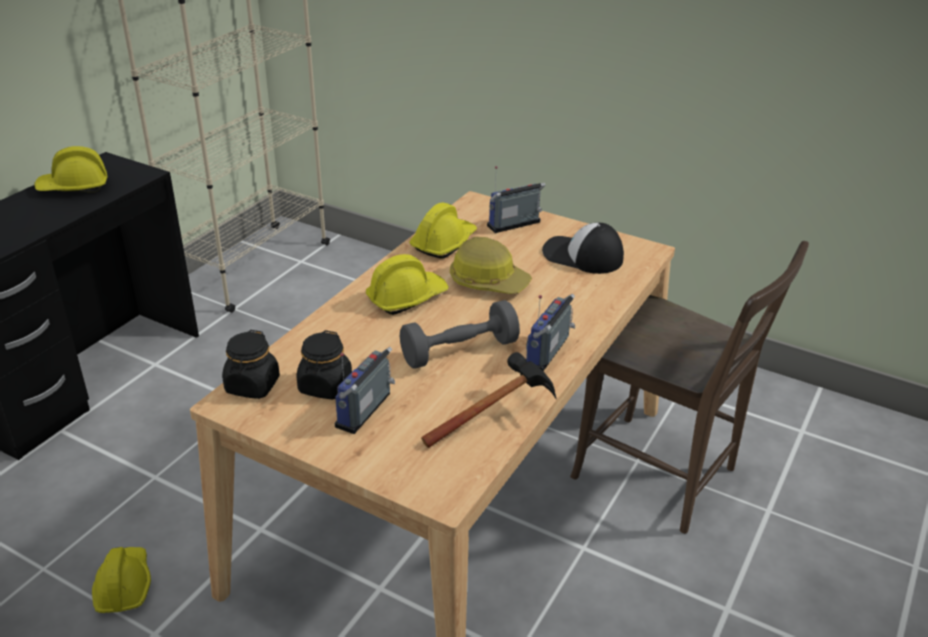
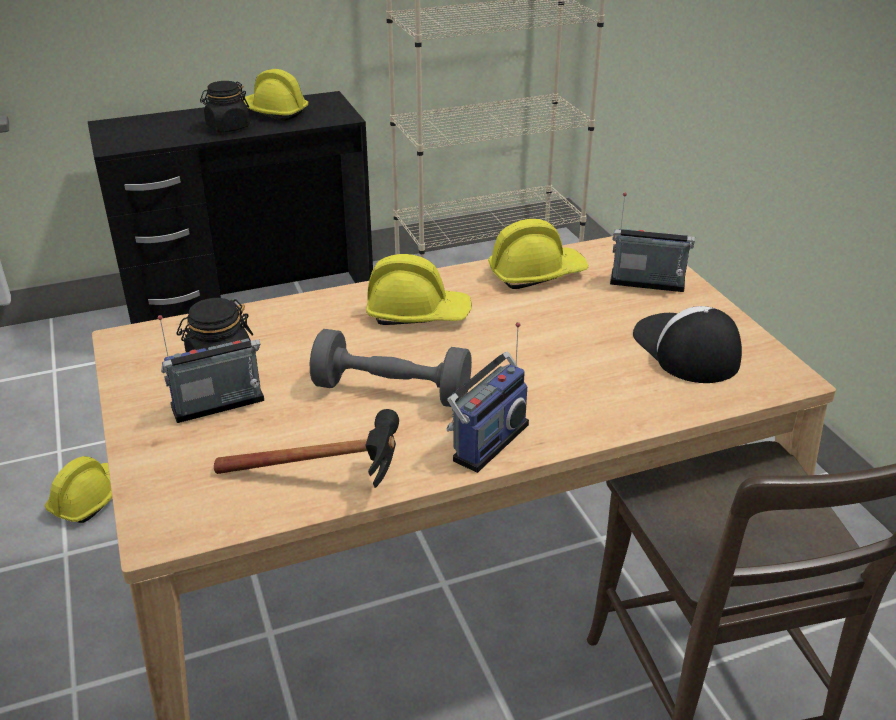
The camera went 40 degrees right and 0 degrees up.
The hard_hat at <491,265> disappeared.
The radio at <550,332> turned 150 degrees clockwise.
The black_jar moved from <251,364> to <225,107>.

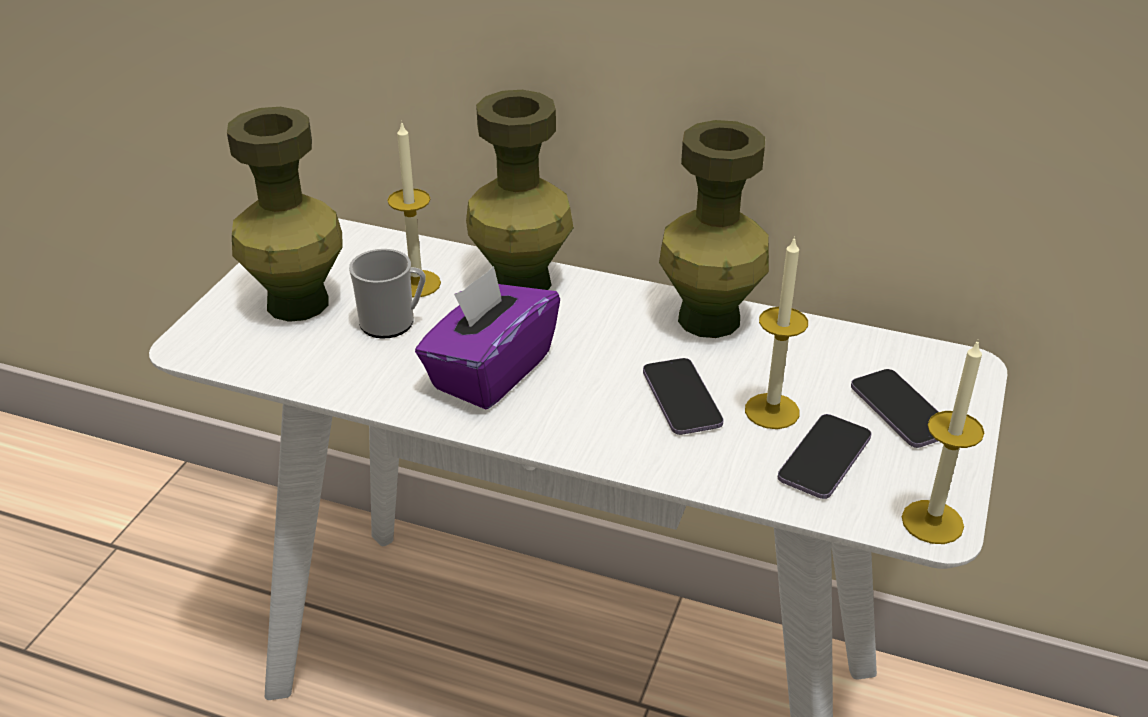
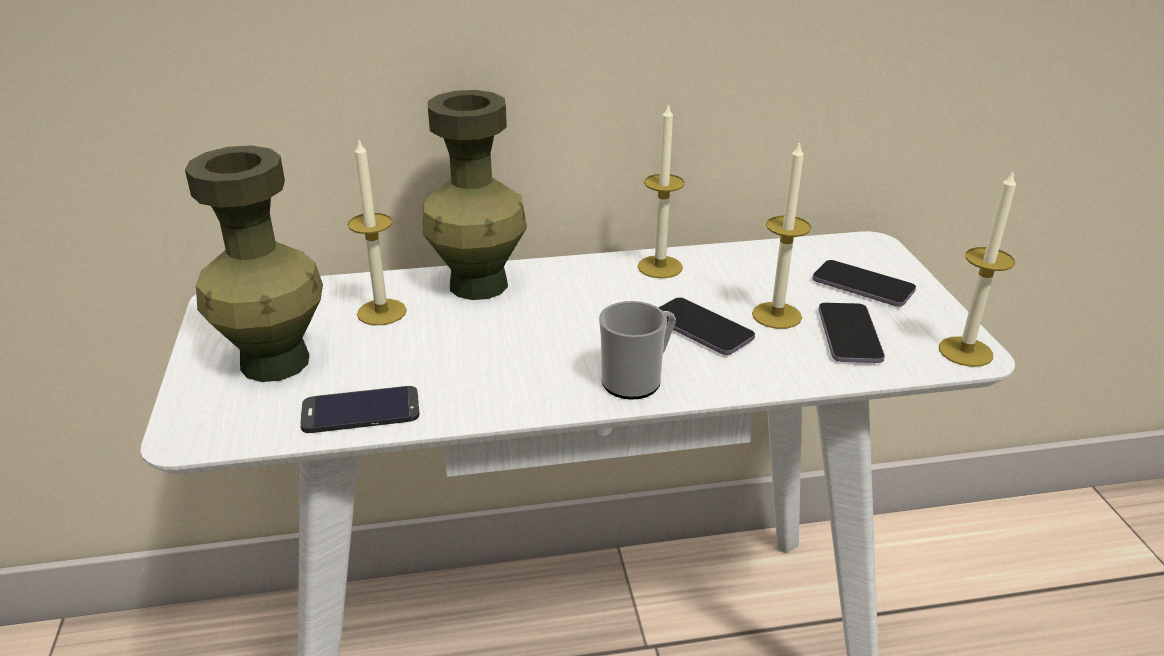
The camera went 30 degrees left and 5 degrees down.
The green_vase at <714,229> was replaced by the candle at <661,190>.
The mug moved from <387,294> to <637,350>.
The purple_tissue_box at <487,337> disappeared.
The phone at <359,409> appeared.

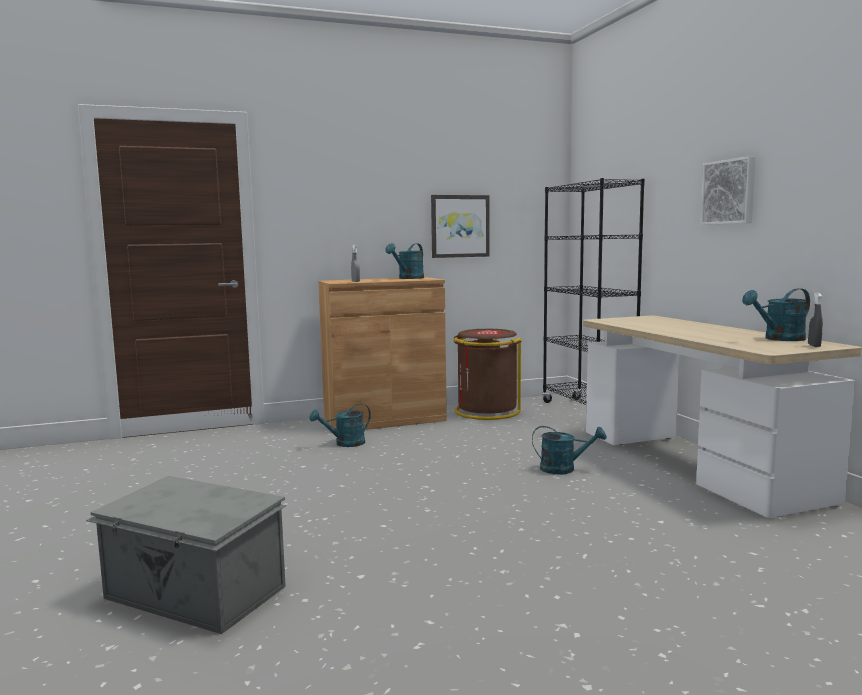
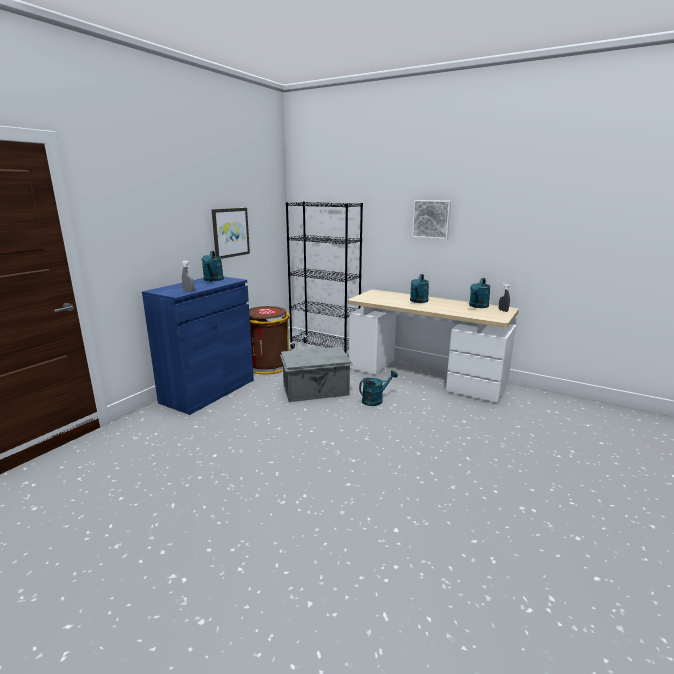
The camera went 40 degrees left and 10 degrees up.
The brown_cabinet at <382,353> became the blue_cabinet at <198,346>.
The turquoise_watering_can moved from <340,425> to <419,288>.
The grey_storage_box moved from <186,555> to <316,374>.

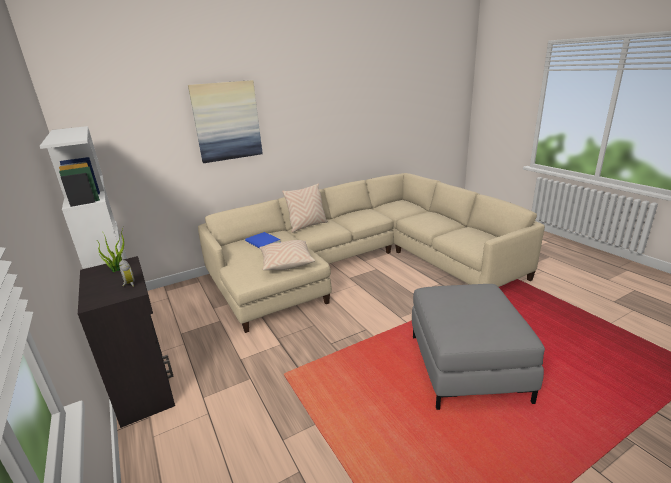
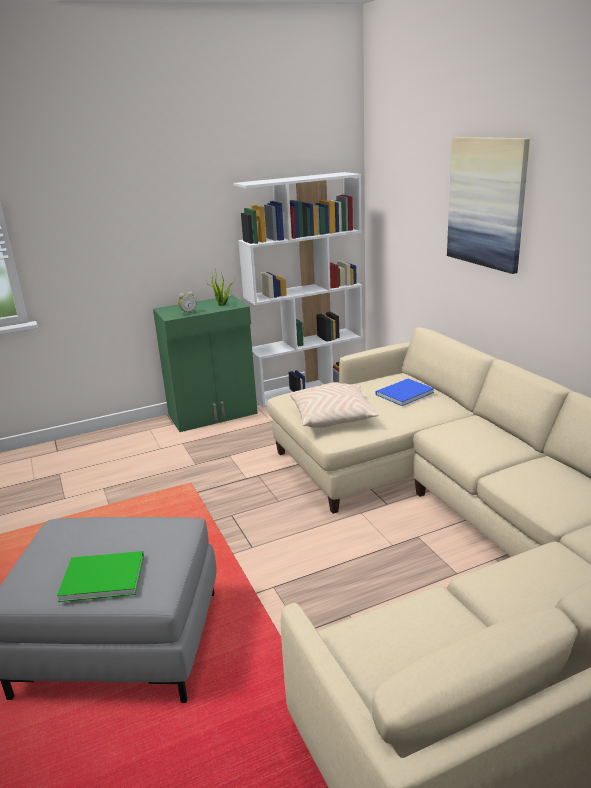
The camera went 95 degrees right and 0 degrees up.
The beige_pillow at <305,208> disappeared.
The black_cabinet at <126,342> became the green_cabinet at <205,364>.
The green_book at <100,576> appeared.

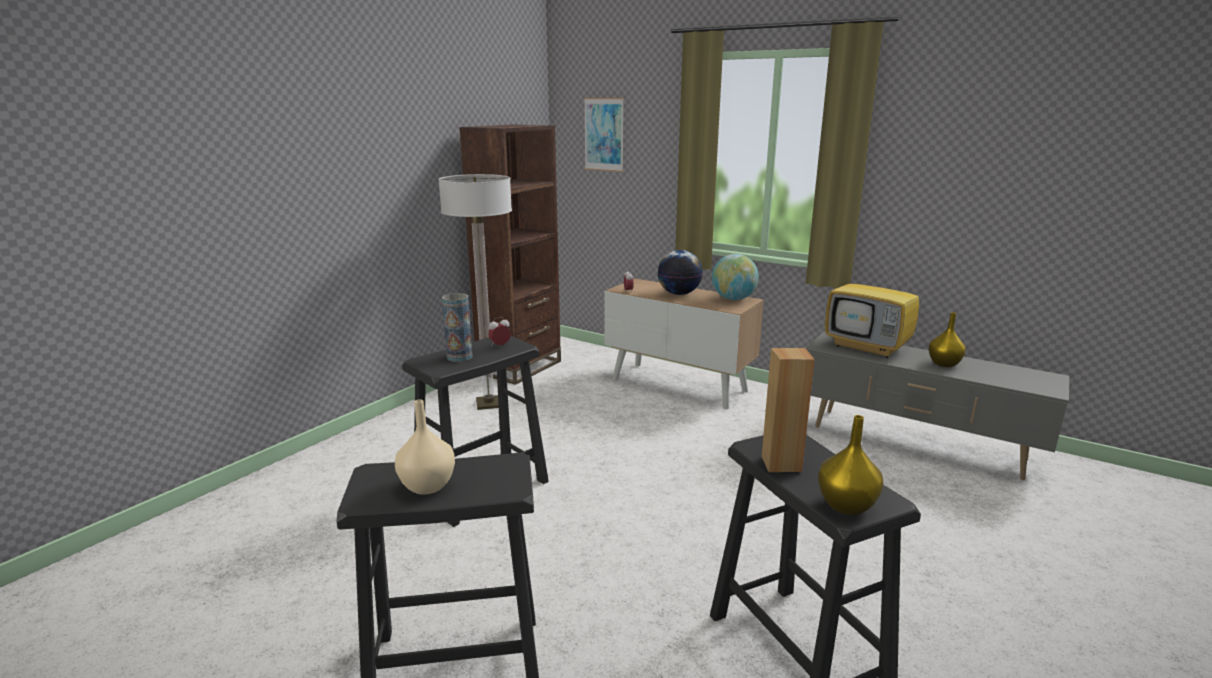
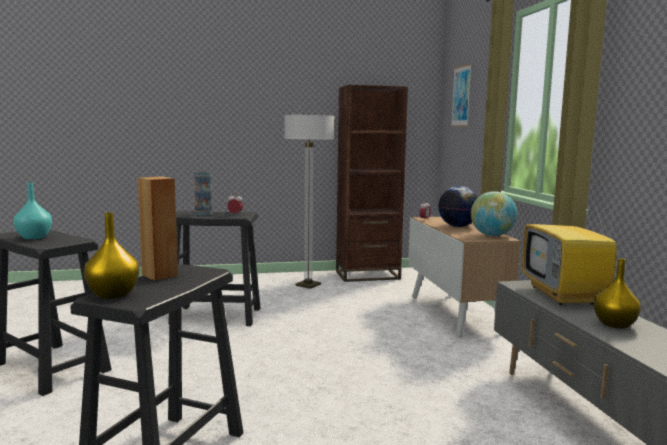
The camera went 45 degrees right and 10 degrees down.
The beige_vase at <425,447> became the turquoise_vase at <32,211>.

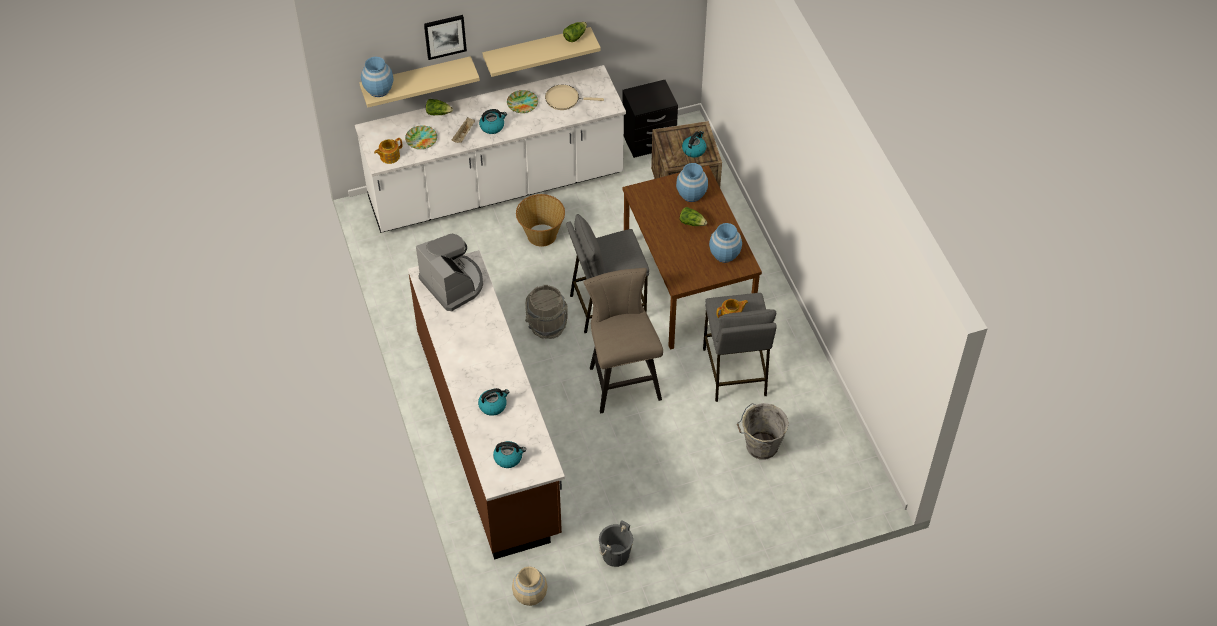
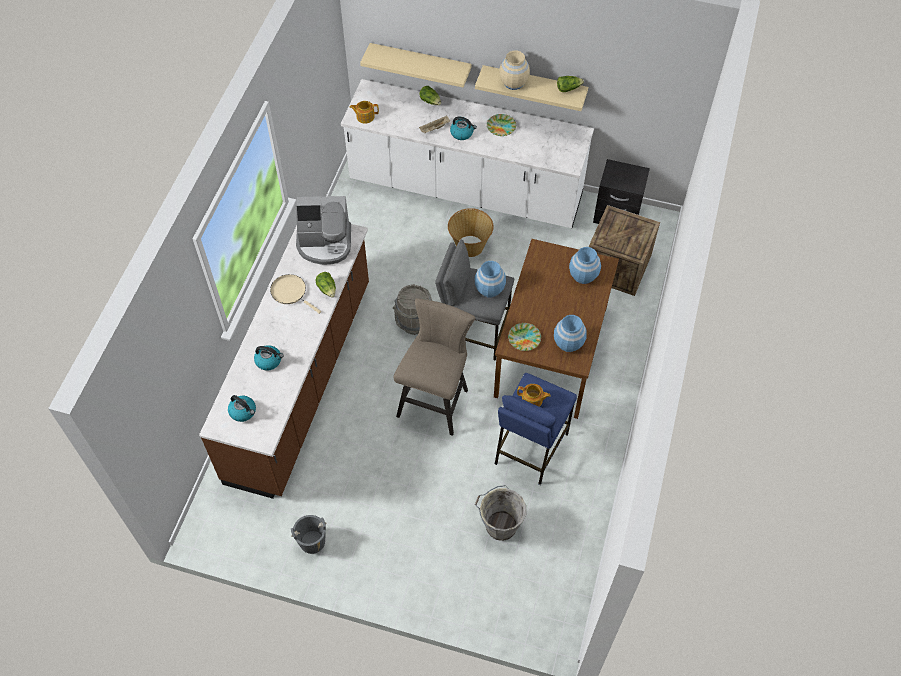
The camera went 35 degrees right and 5 degrees up.
The picture at <445,37> disappeared.
The blue_vase moved from <377,77> to <490,279>.
The beige_frying_pan moved from <574,97> to <295,294>.
The plate moved from <421,137> to <524,337>.
The kettle at <694,144> disappeared.
The lettuce moved from <693,216> to <326,285>.
The coffee_machine at <449,272> turned 90 degrees clockwise.
The grey_stool at <740,347> became the blue_stool at <536,429>.
The beige_vase moved from <530,586> to <514,70>.

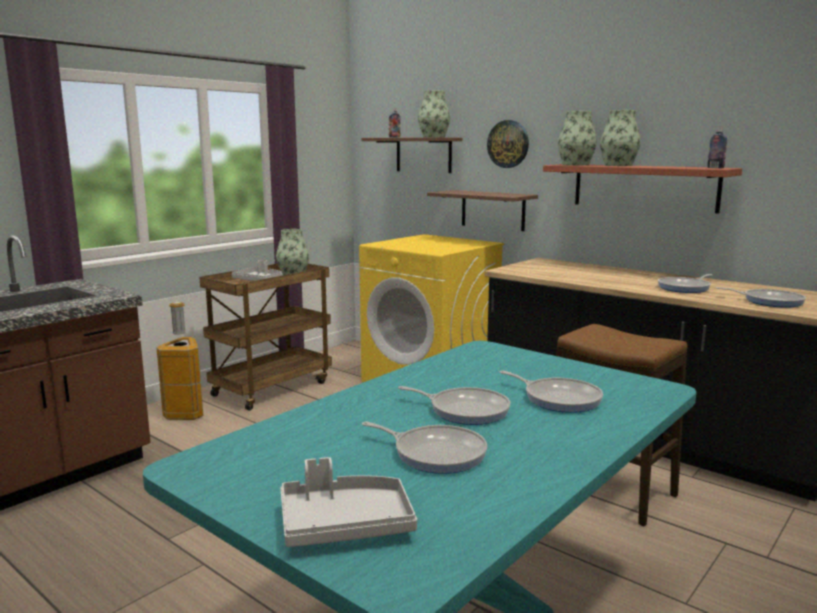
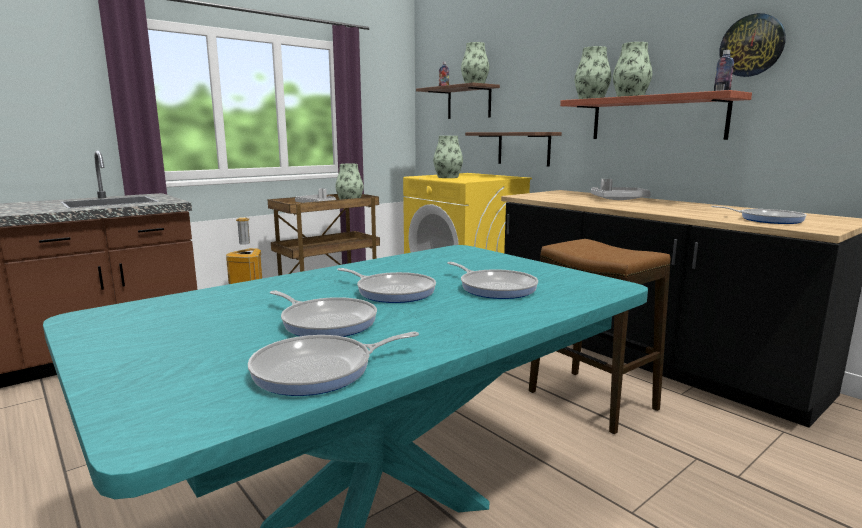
The camera went 10 degrees right and 0 degrees up.
The wall_clock moved from <508,144> to <752,45>.
The frying_pan moved from <685,283> to <333,364>.
The grey_tray moved from <348,502> to <621,189>.
The vase at <448,157> appeared.

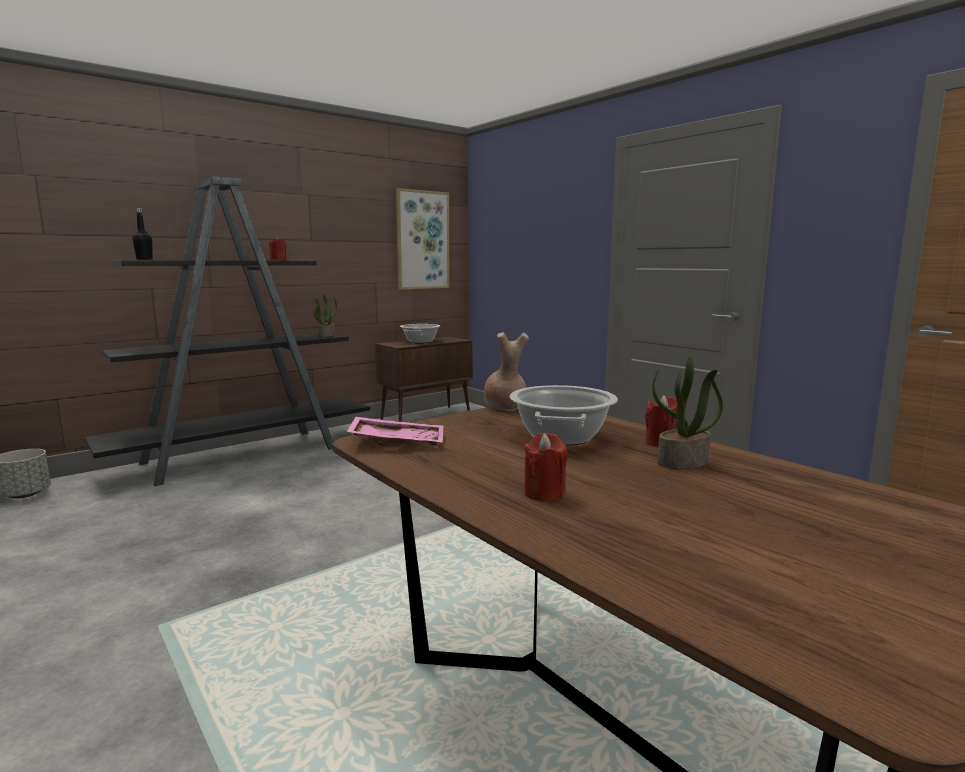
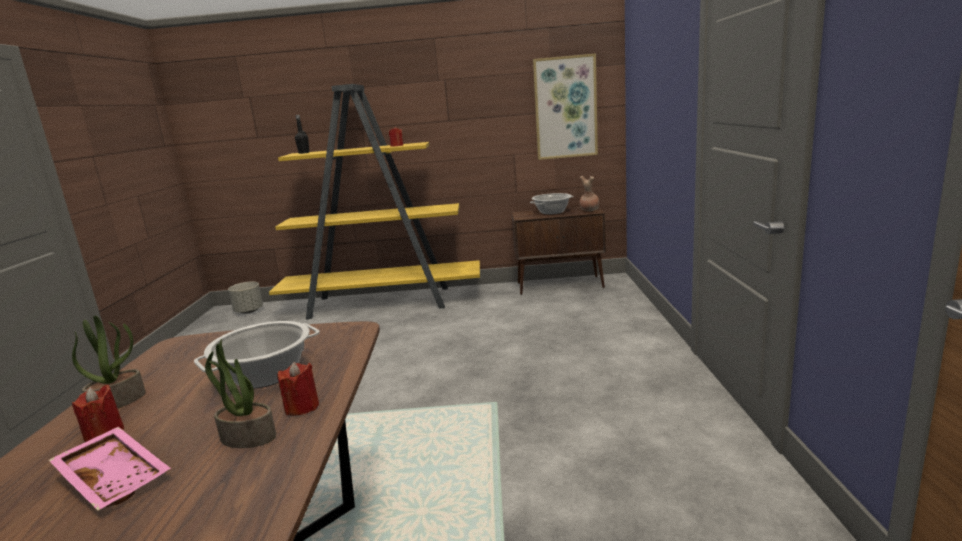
The camera went 40 degrees right and 5 degrees up.
The black_bookcase at <227,331> became the yellow_bookcase at <374,201>.
The potted_plant moved from <325,315> to <109,362>.
The brown_vase moved from <506,371> to <589,193>.
The pink_tray moved from <395,432> to <110,469>.

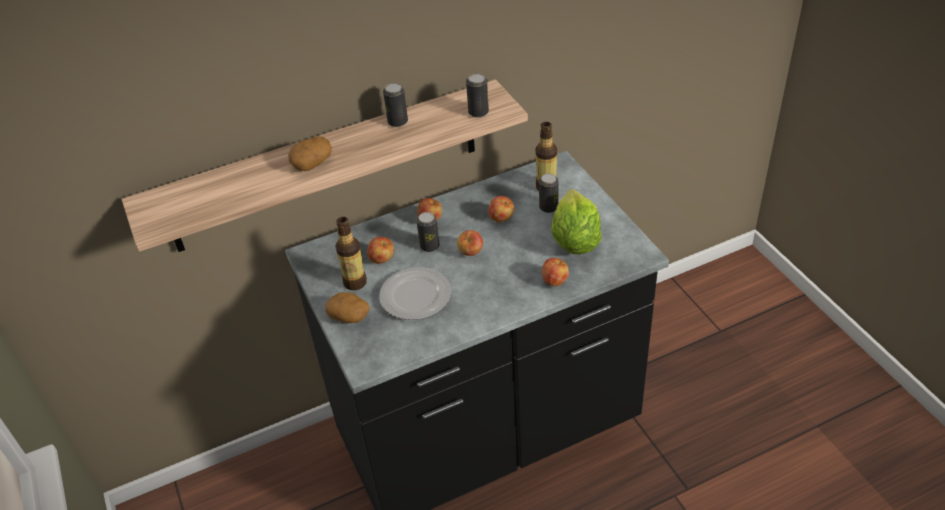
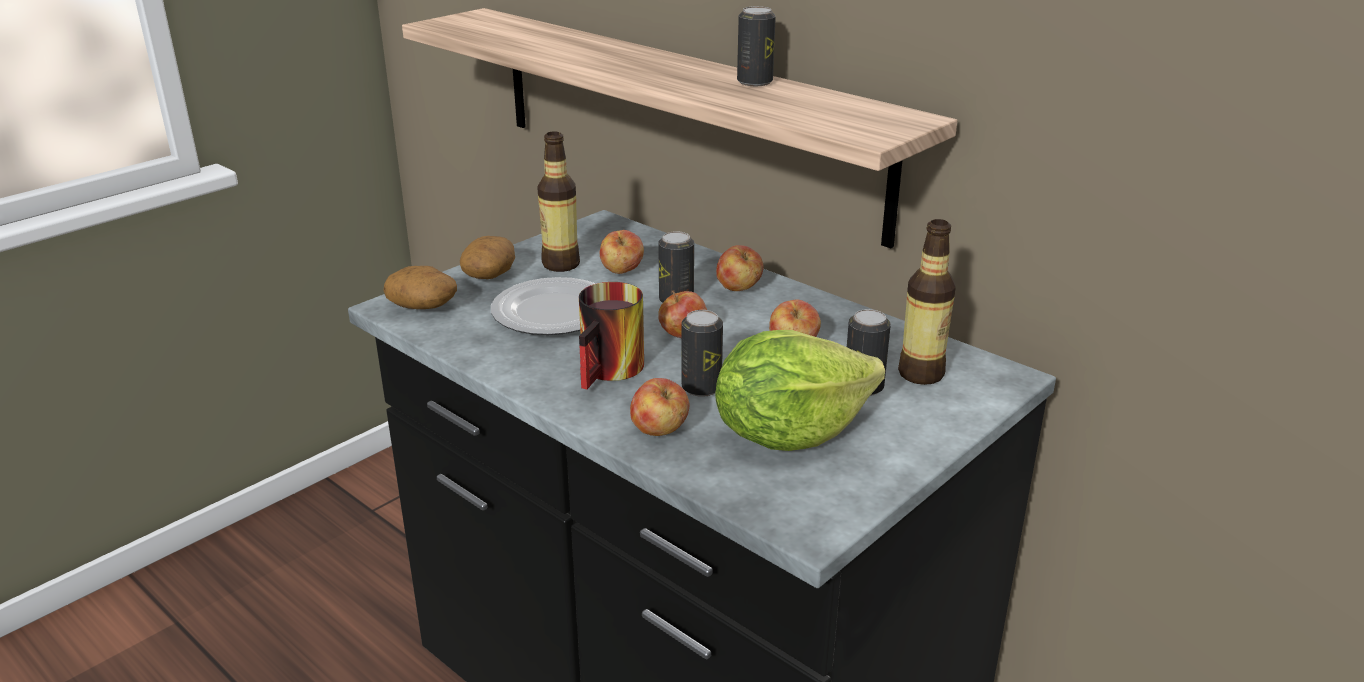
The camera went 65 degrees right and 15 degrees down.
The can moved from <477,95> to <702,353>.
The potato moved from <310,154> to <420,287>.
The mug at <611,335> appeared.

